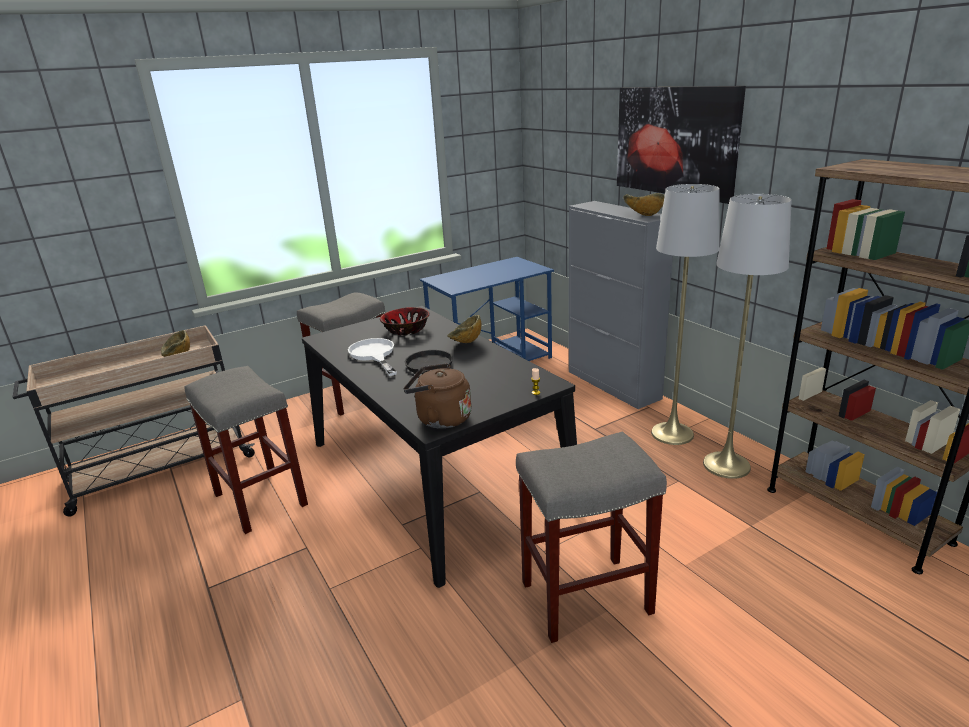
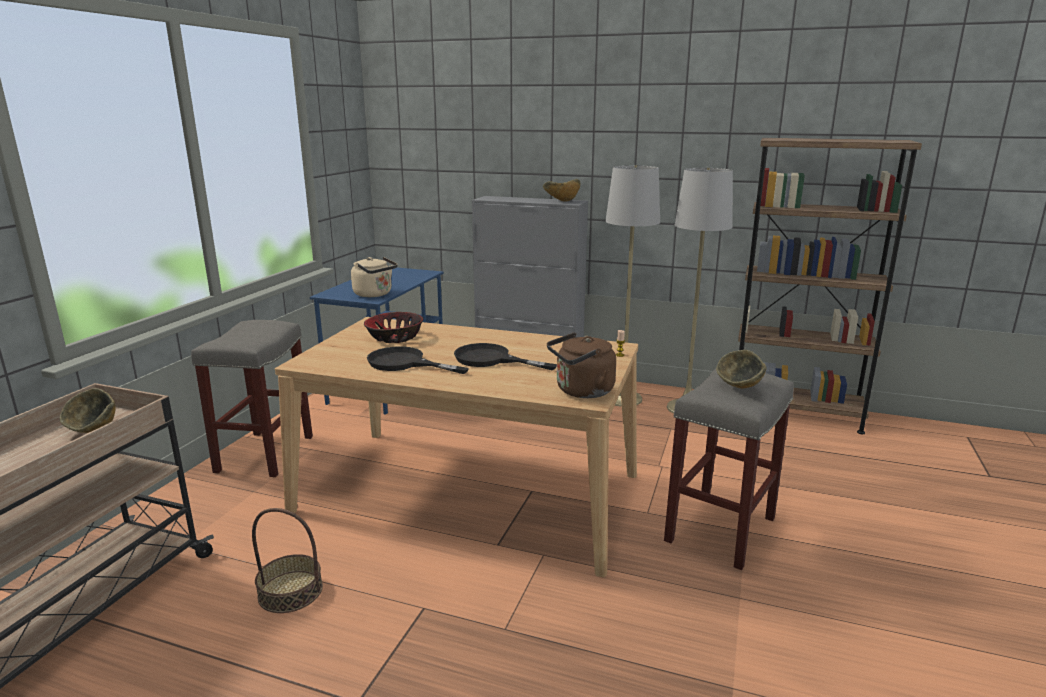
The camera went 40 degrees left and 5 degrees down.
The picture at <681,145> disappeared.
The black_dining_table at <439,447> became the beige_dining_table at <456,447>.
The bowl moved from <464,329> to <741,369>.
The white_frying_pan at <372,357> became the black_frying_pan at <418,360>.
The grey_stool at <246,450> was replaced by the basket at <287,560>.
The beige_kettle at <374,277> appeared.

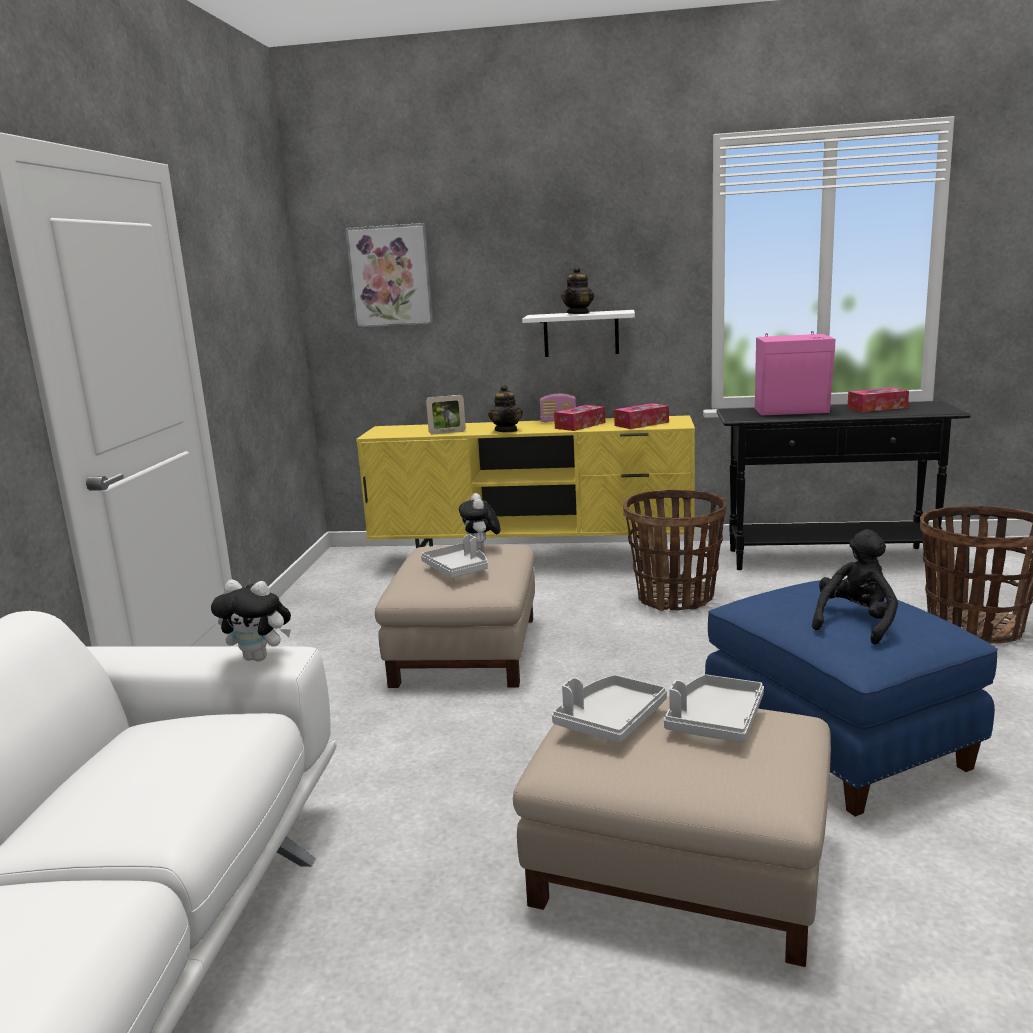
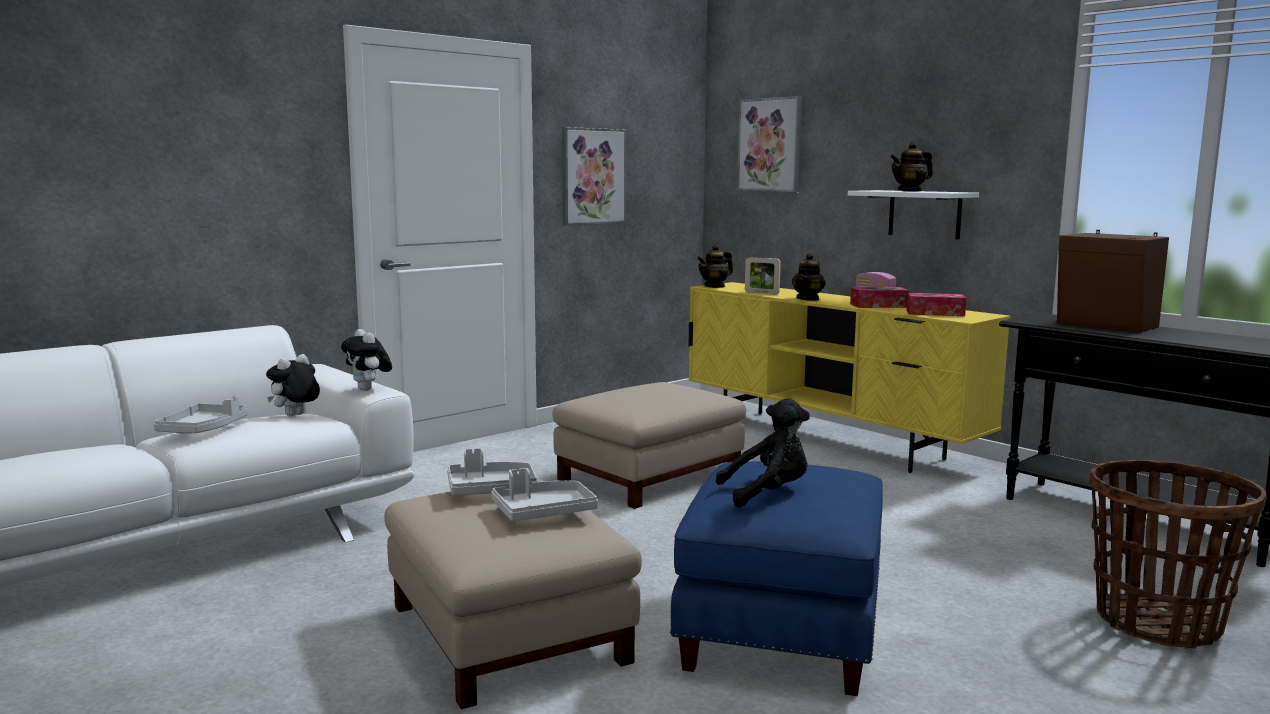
The camera went 40 degrees right and 5 degrees down.
The pink_speaker at <795,373> became the brown_speaker at <1113,281>.
The tissue_box at <878,399> disappeared.
The basket at <675,550> disappeared.
The plush_toy moved from <479,521> to <293,385>.
The grey_tray moved from <454,556> to <201,415>.
The picture at <594,176> appeared.
The teapot at <715,266> appeared.

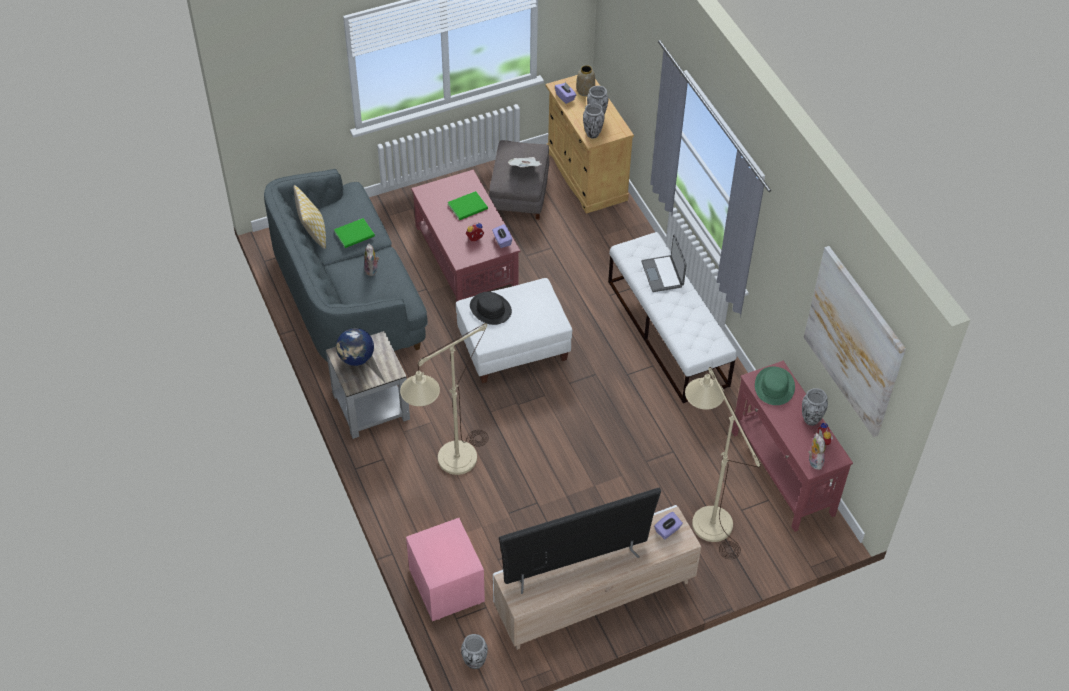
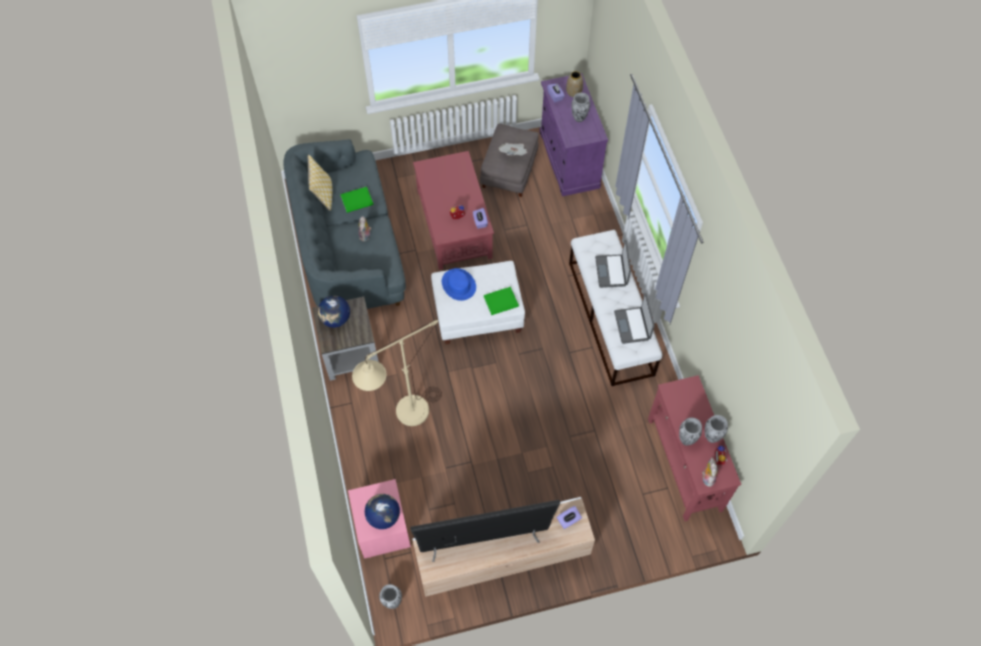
The camera went 10 degrees right and 10 degrees up.
The beige_cabinet at <590,144> became the purple_cabinet at <574,134>.
The vase moved from <593,120> to <690,432>.
The green_book moved from <468,205> to <501,301>.
The picture at <855,341> disappeared.
The black_hat at <491,308> became the blue_hat at <459,284>.
The beige_floor_lamp at <723,463> disappeared.
The green_hat at <775,386> disappeared.
The laptop at <634,318> appeared.
The globe at <382,511> appeared.

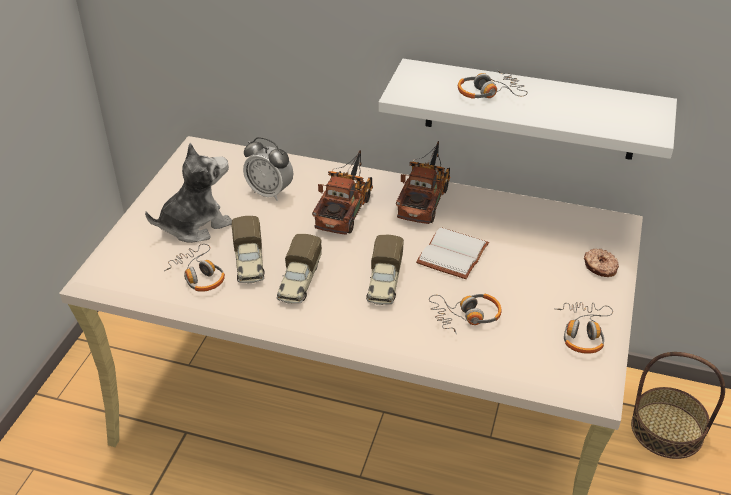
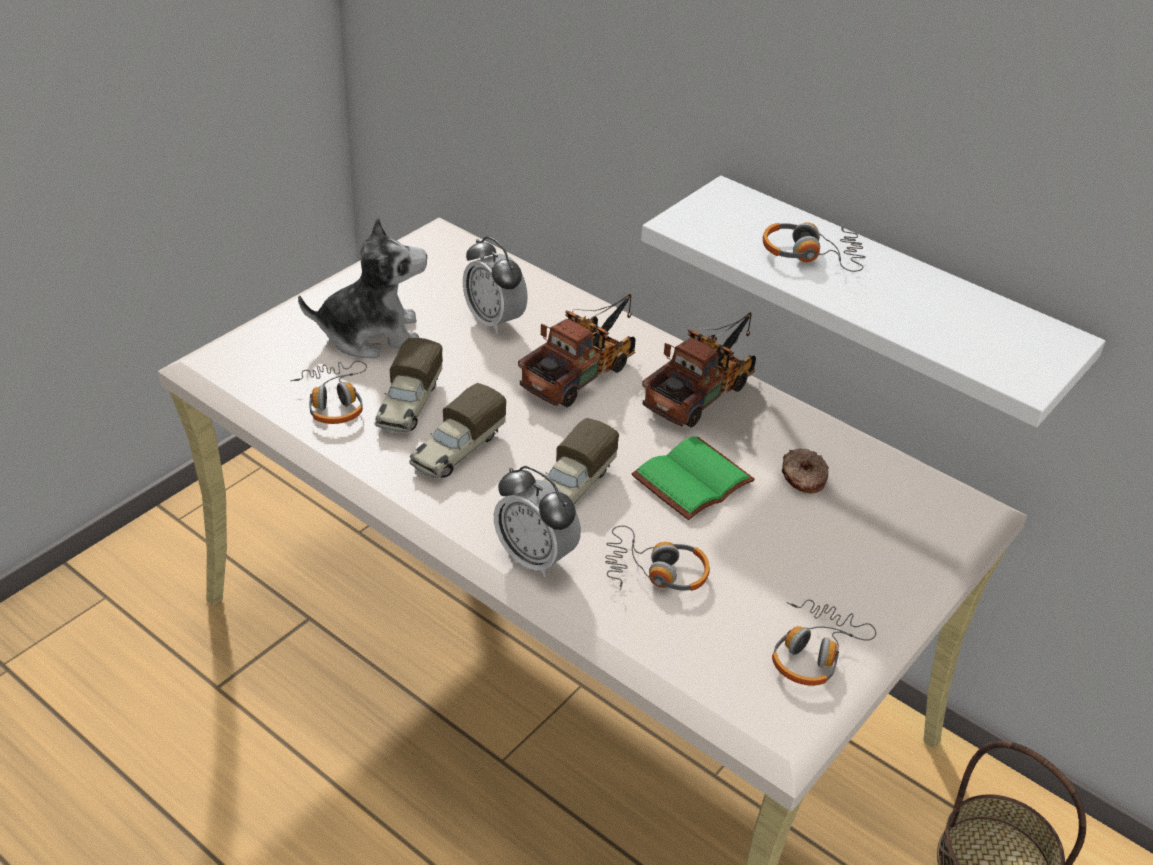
The camera went 20 degrees right and 0 degrees up.
The white_book at <452,253> became the green_book at <693,478>.
The donut moved from <601,262> to <805,471>.
The alarm_clock at <537,521> appeared.

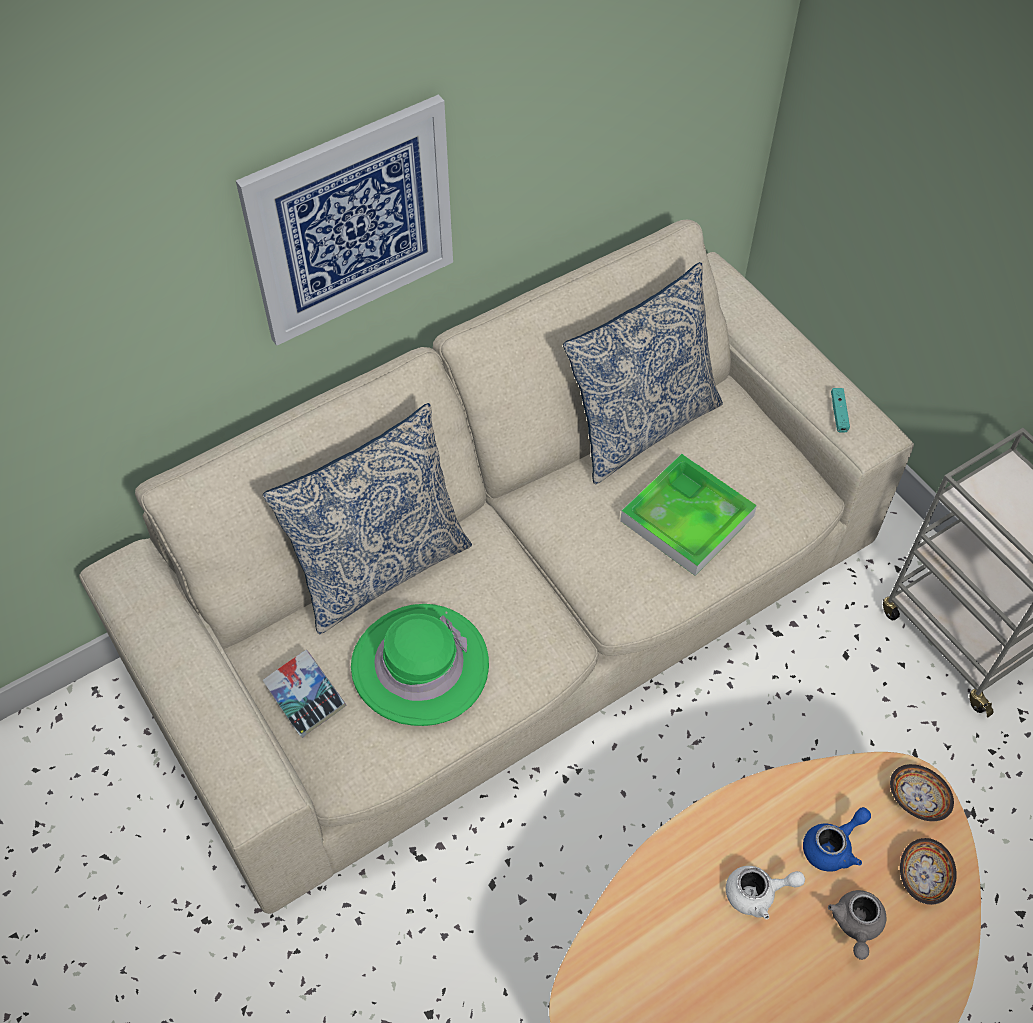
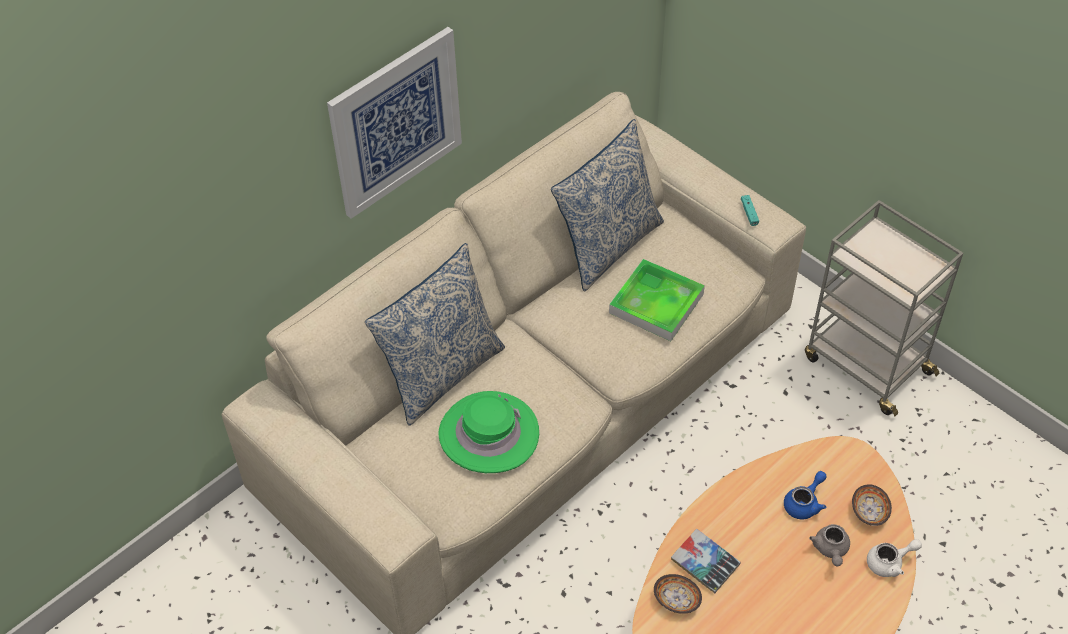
The camera went 10 degrees left and 5 degrees down.
The book moved from <304,694> to <706,561>.
The bowl moved from <922,792> to <678,594>.
The white_teapot moved from <765,892> to <894,558>.

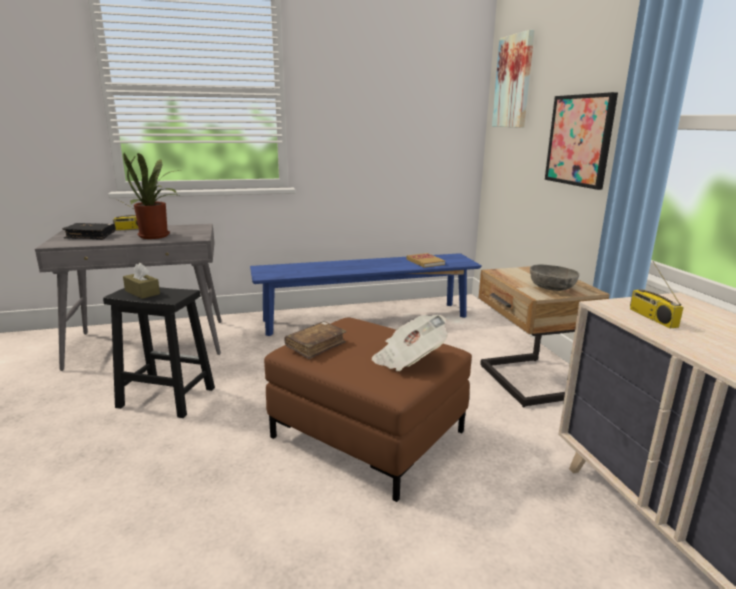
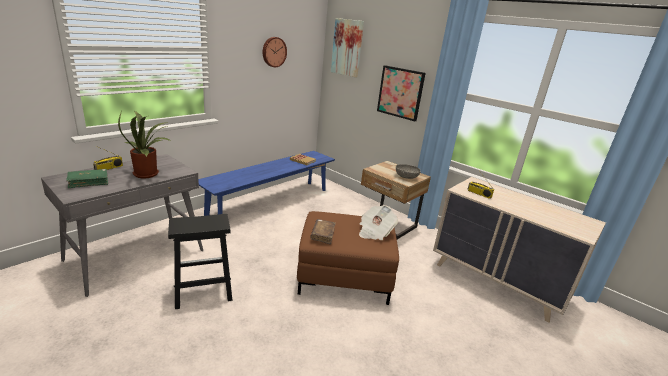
The camera went 35 degrees left and 5 degrees up.
The black_book at <89,231> became the green_book at <87,178>.
The brown_tissue_box at <141,281> disappeared.
The wall_clock at <274,52> appeared.

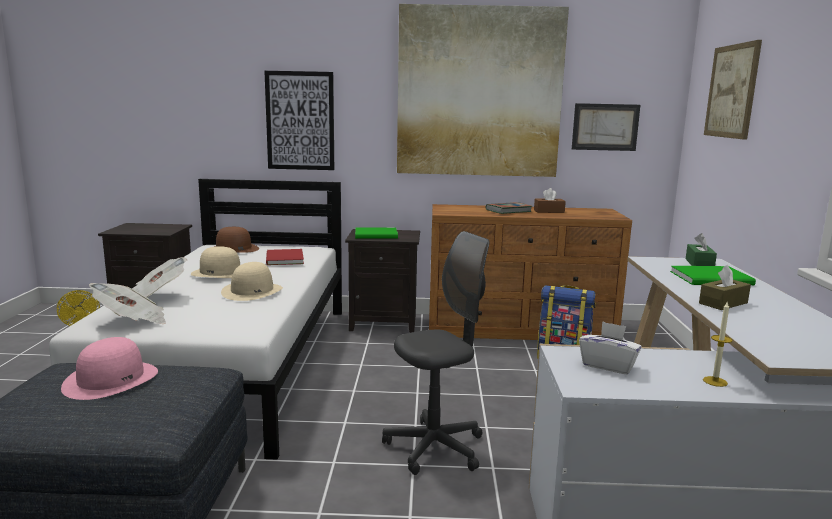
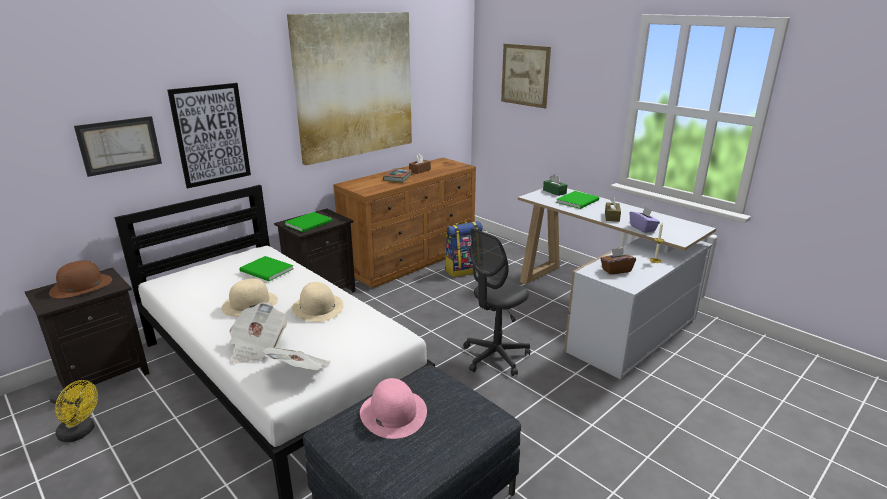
The camera went 45 degrees left and 10 degrees up.
The picture moved from <606,127> to <118,146>.
The brown_hat moved from <236,240> to <80,279>.
The grey_office_chair at <436,353> turned 150 degrees counterclockwise.
The red_book at <285,257> became the green_book at <266,268>.
The white_tissue_box at <610,348> became the brown_tissue_box at <618,261>.
The purple_tissue_box at <645,220> appeared.

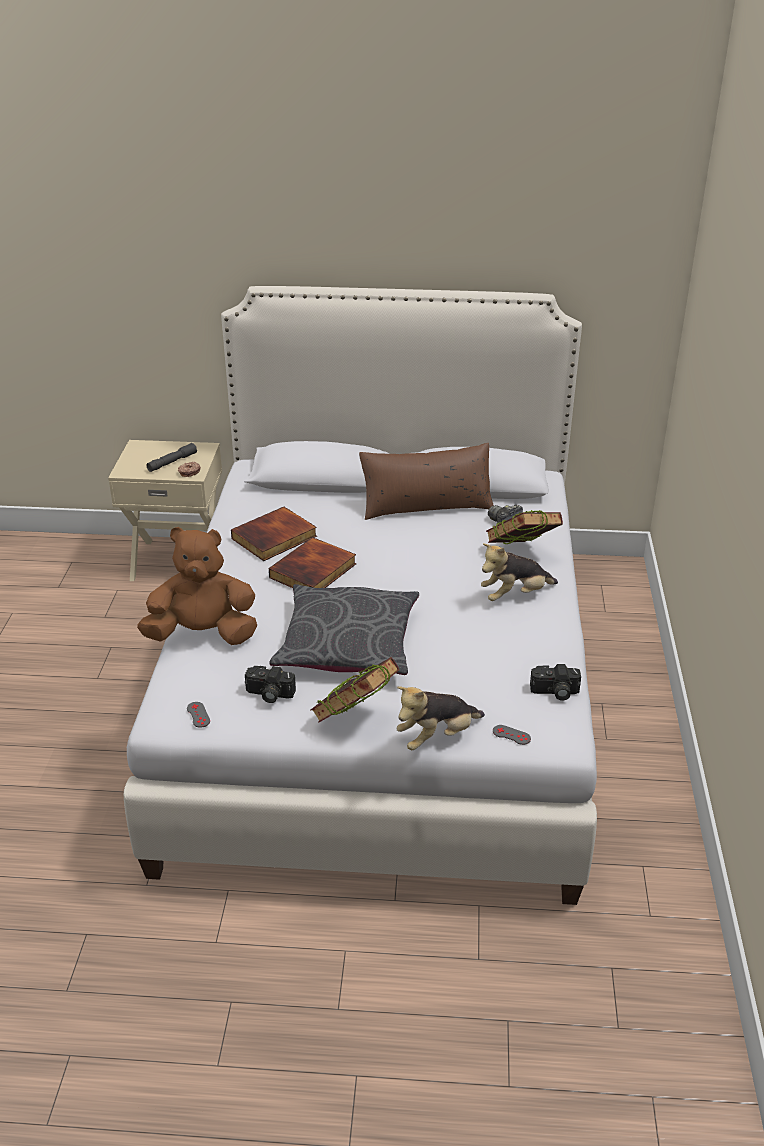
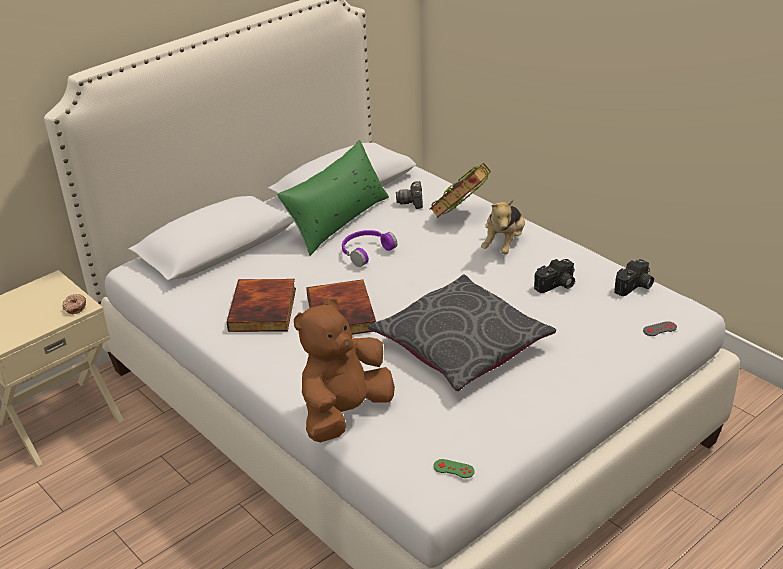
The camera went 45 degrees left and 0 degrees up.
The grey_flashlight at <171,457> disappeared.
The brown_pillow at <426,481> became the green_pillow at <333,198>.
The book at <355,690> disappeared.
The photo_camera moved from <270,684> to <554,276>.
The plush_toy at <441,718> disappeared.
The grey_game_controller at <198,715> became the green_game_controller at <454,468>.
The purple_headphones at <369,248> appeared.

